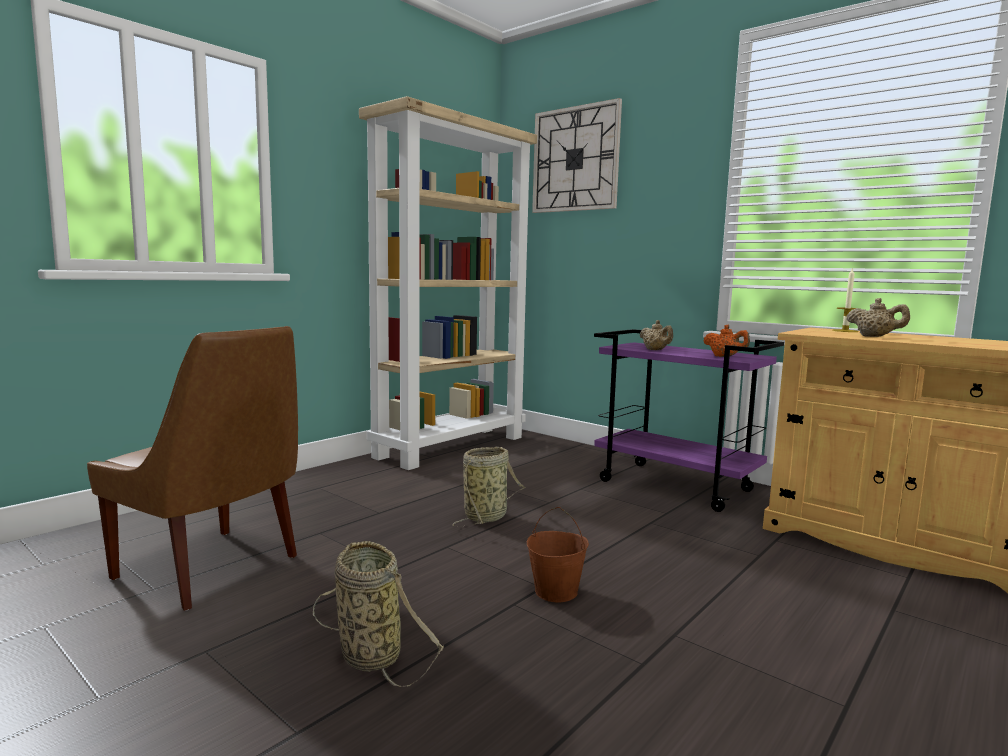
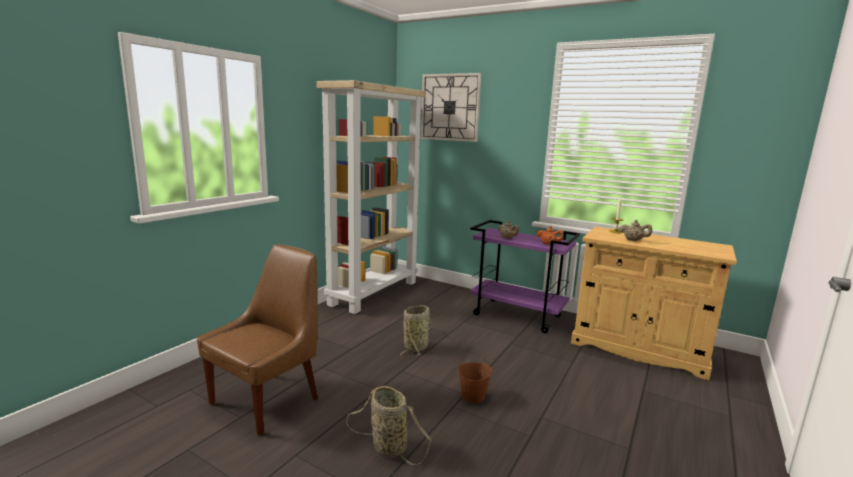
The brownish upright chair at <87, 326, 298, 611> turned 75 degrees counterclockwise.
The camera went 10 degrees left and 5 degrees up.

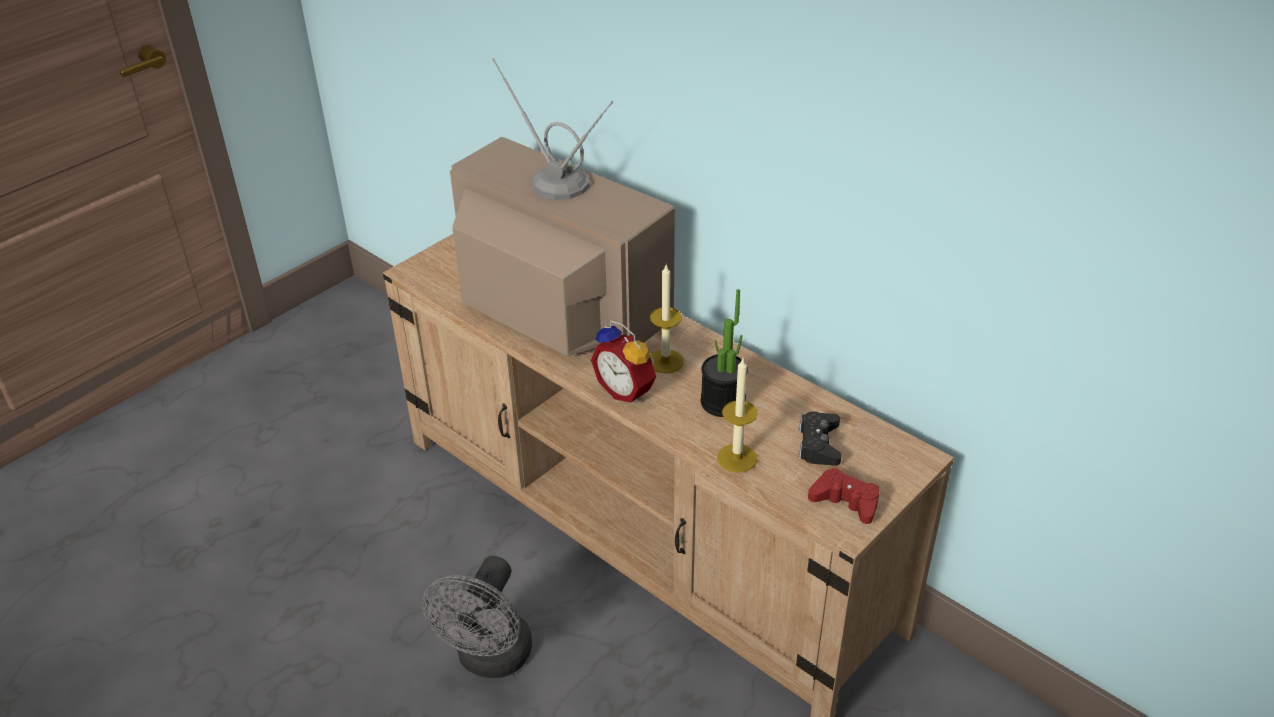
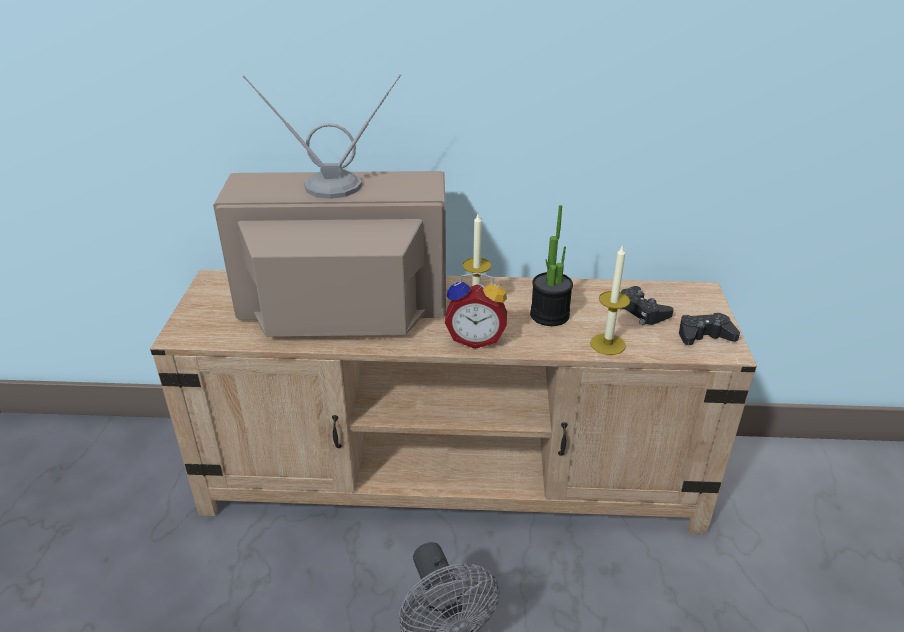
The red joypad at <808, 468, 879, 524> became the black joypad at <679, 313, 740, 345>.
The camera went 40 degrees left and 5 degrees down.

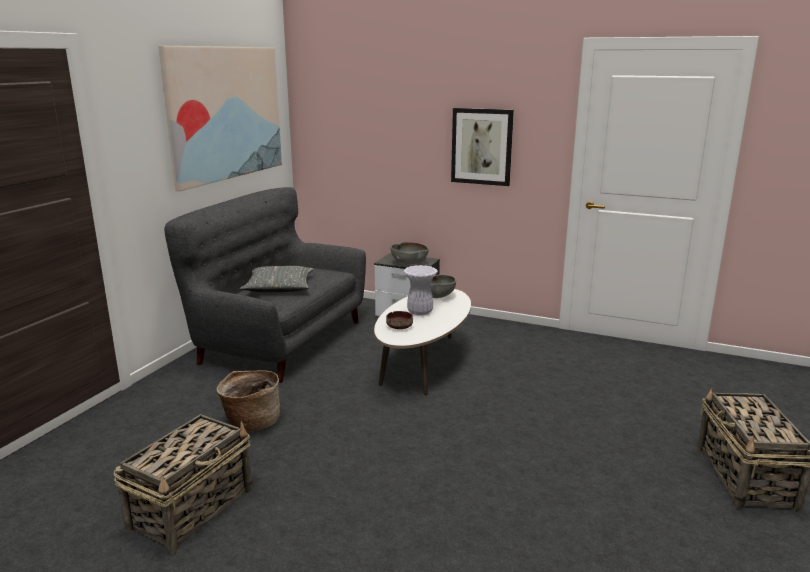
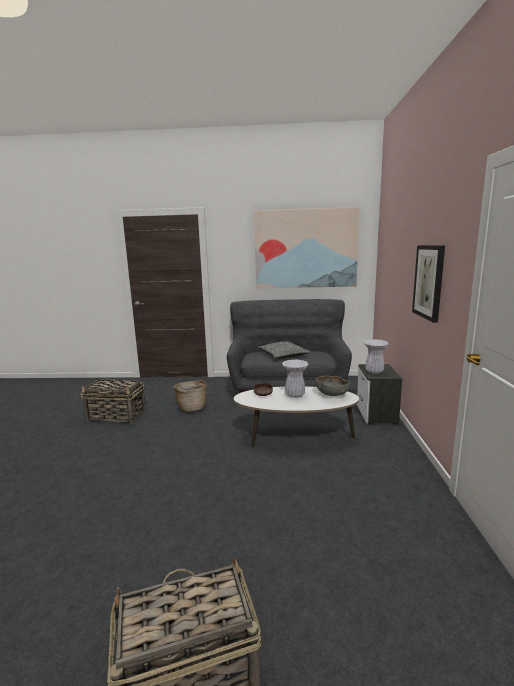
The greyish bowl at <390, 242, 429, 264> was replaced by the whitish decorative vase at <364, 339, 389, 374>.
The camera went 70 degrees right and 5 degrees down.

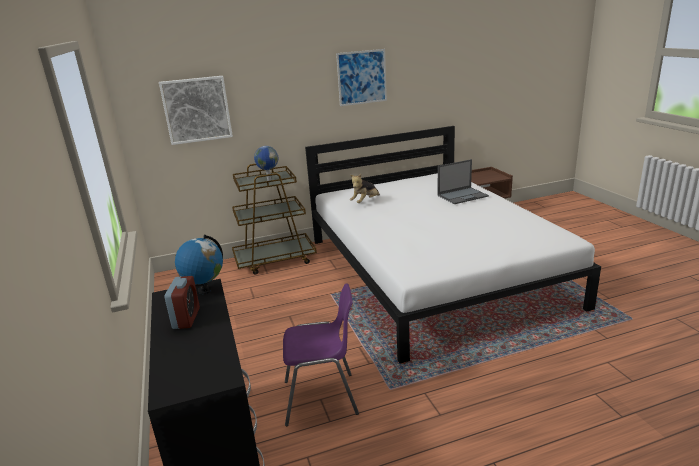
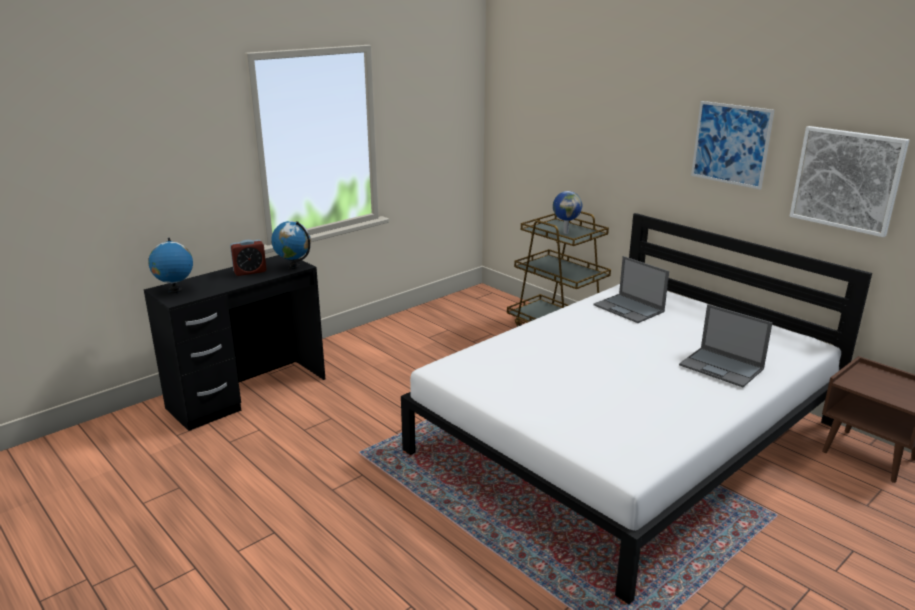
The desk globe at <148, 238, 193, 293> appeared.
The soft toy at <350, 174, 380, 203> was replaced by the notebook computer at <593, 256, 669, 323>.
The wall picture moved from <159, 76, 233, 145> to <790, 126, 909, 237>.
The purple-coloured upright chair at <283, 283, 359, 426> disappeared.
The camera went 65 degrees right and 0 degrees up.

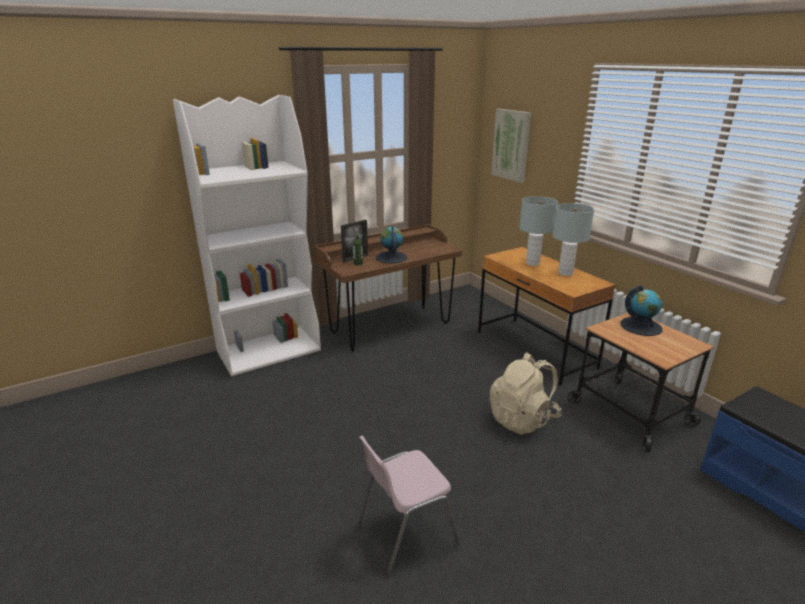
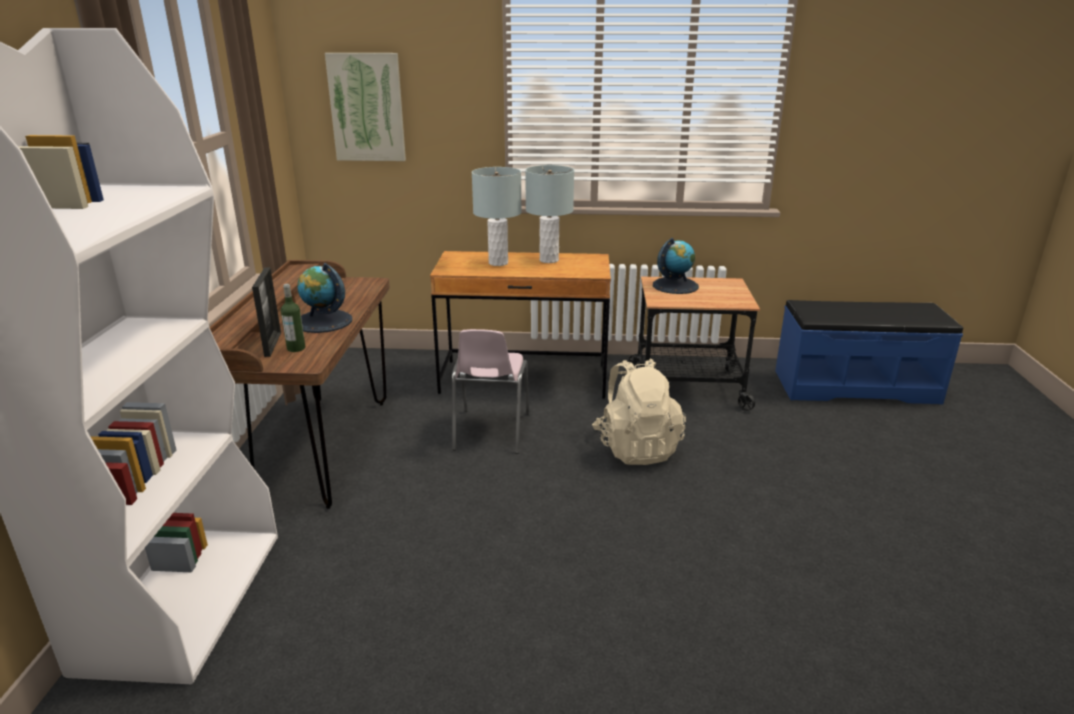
The pinkish upright chair moved from <357, 436, 460, 578> to <452, 329, 529, 454>.
The camera went 55 degrees left and 0 degrees up.

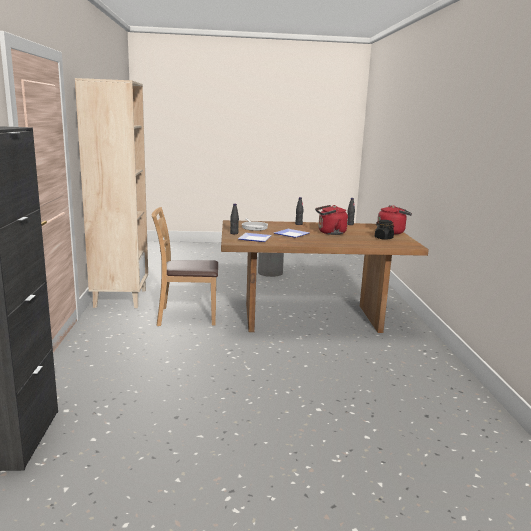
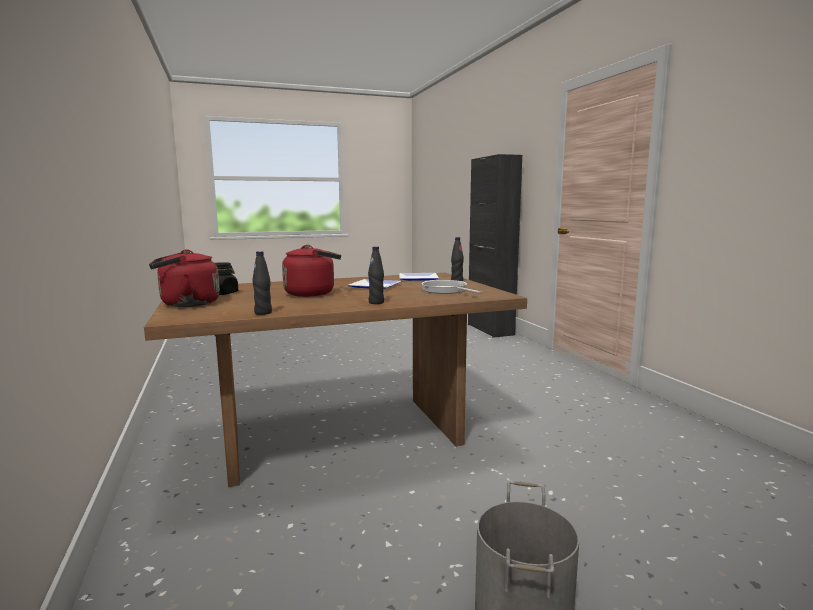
The beige bookcase at <75, 78, 148, 308> disappeared.
The brownish upright chair at <152, 207, 218, 326> disappeared.
The camera went 165 degrees right and 5 degrees down.

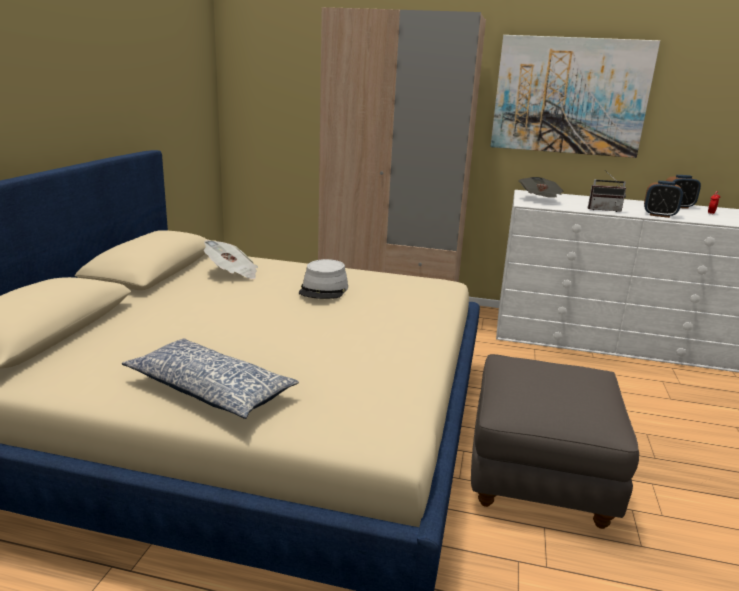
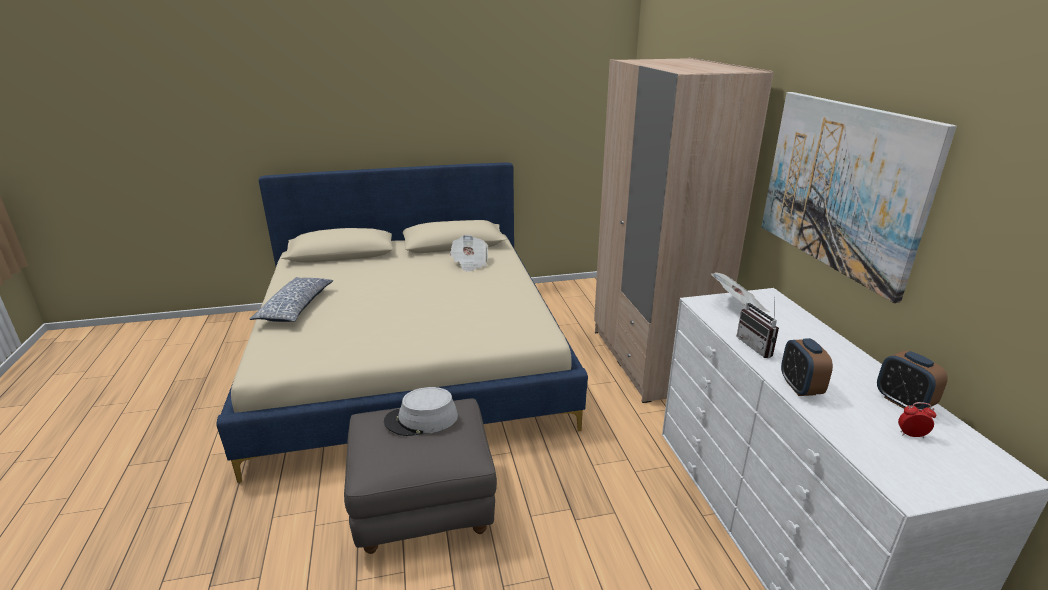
The greyish clothing hat moved from <299, 259, 348, 299> to <384, 387, 458, 436>.
The camera went 65 degrees right and 5 degrees up.

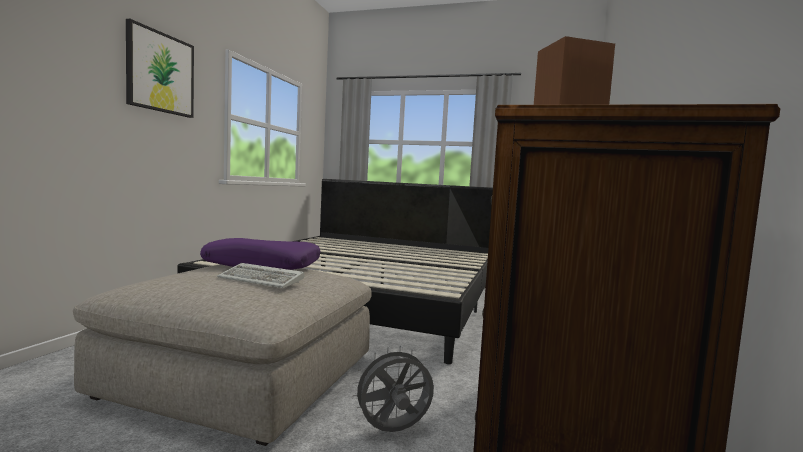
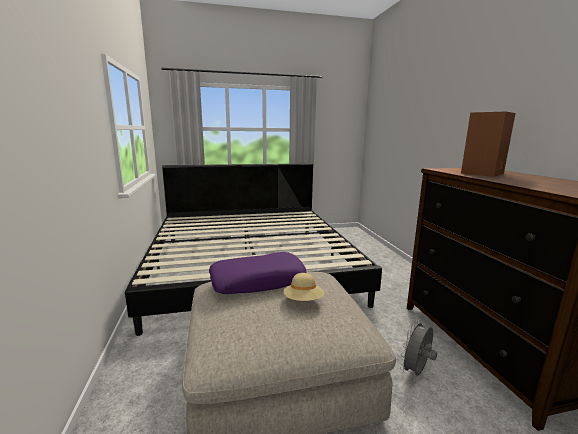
The PC keyboard at <217, 263, 305, 288> was replaced by the beige clothing hat at <283, 273, 324, 301>.
The wall picture at <126, 19, 194, 118> disappeared.
The camera went 30 degrees left and 10 degrees up.

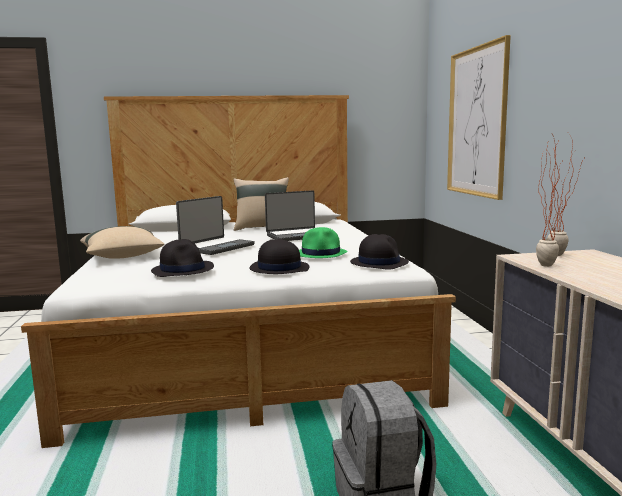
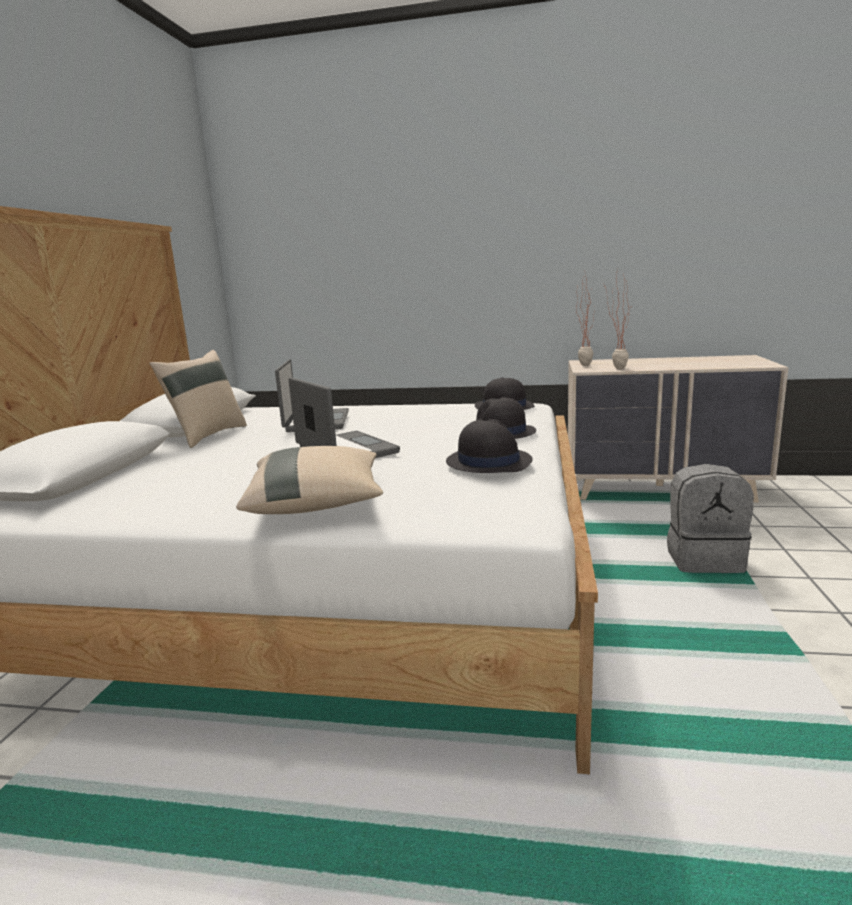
The greenish clothing hat at <299, 227, 348, 258> disappeared.
The wall picture at <447, 35, 511, 200> disappeared.
The camera went 70 degrees left and 5 degrees up.

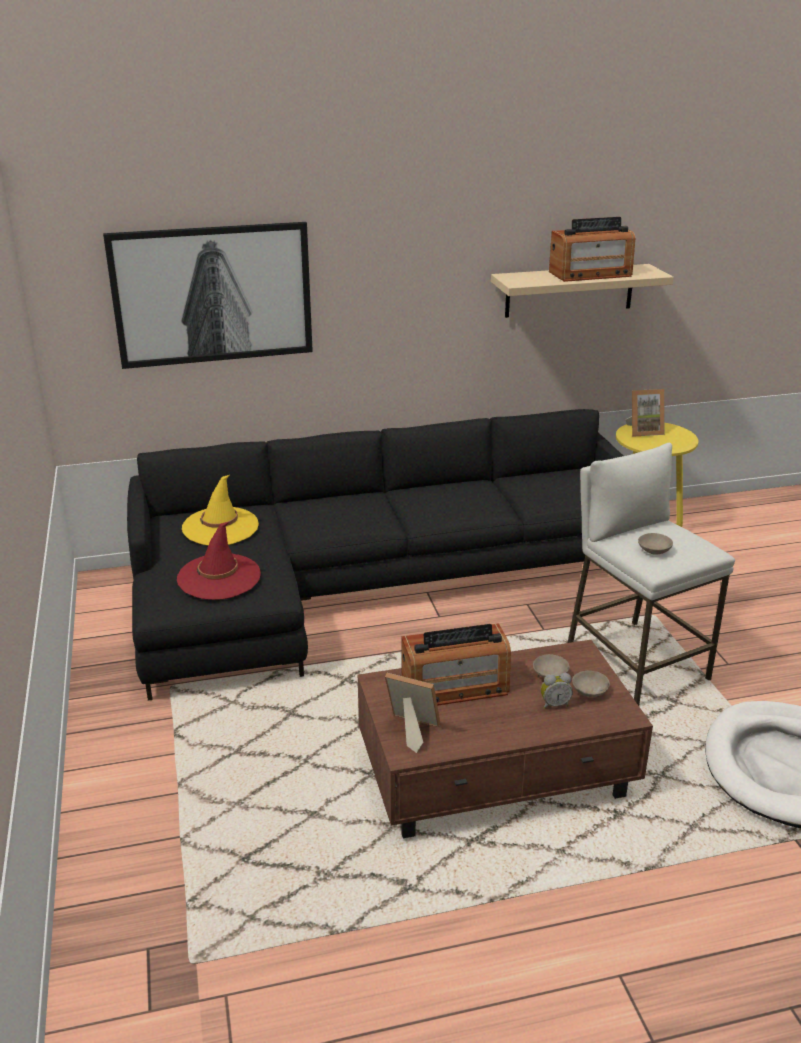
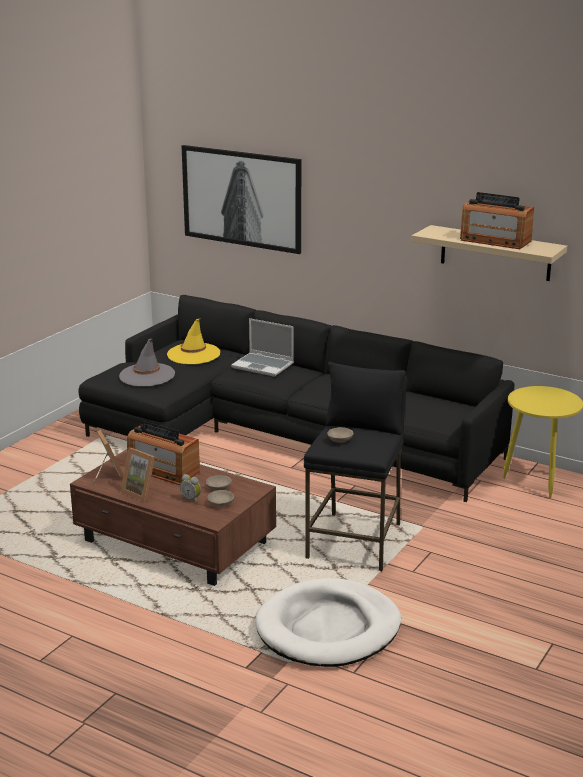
The red clothing hat at <177, 521, 261, 600> became the greyish clothing hat at <119, 339, 175, 386>.
The standing frame moved from <625, 389, 664, 437> to <120, 448, 155, 502>.
The notebook computer at <231, 318, 294, 377> appeared.
The whitish stool at <568, 443, 735, 706> became the black stool at <304, 362, 407, 571>.
The camera went 45 degrees right and 5 degrees down.

